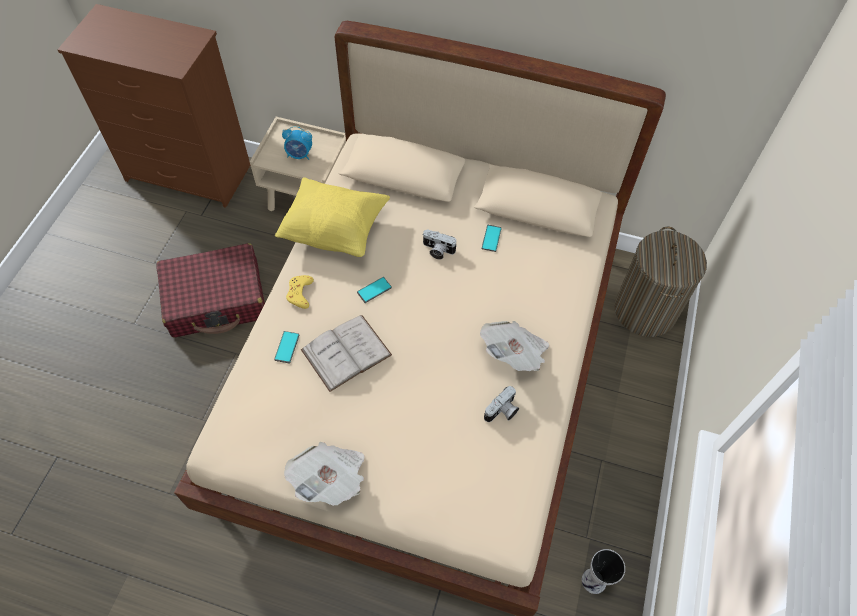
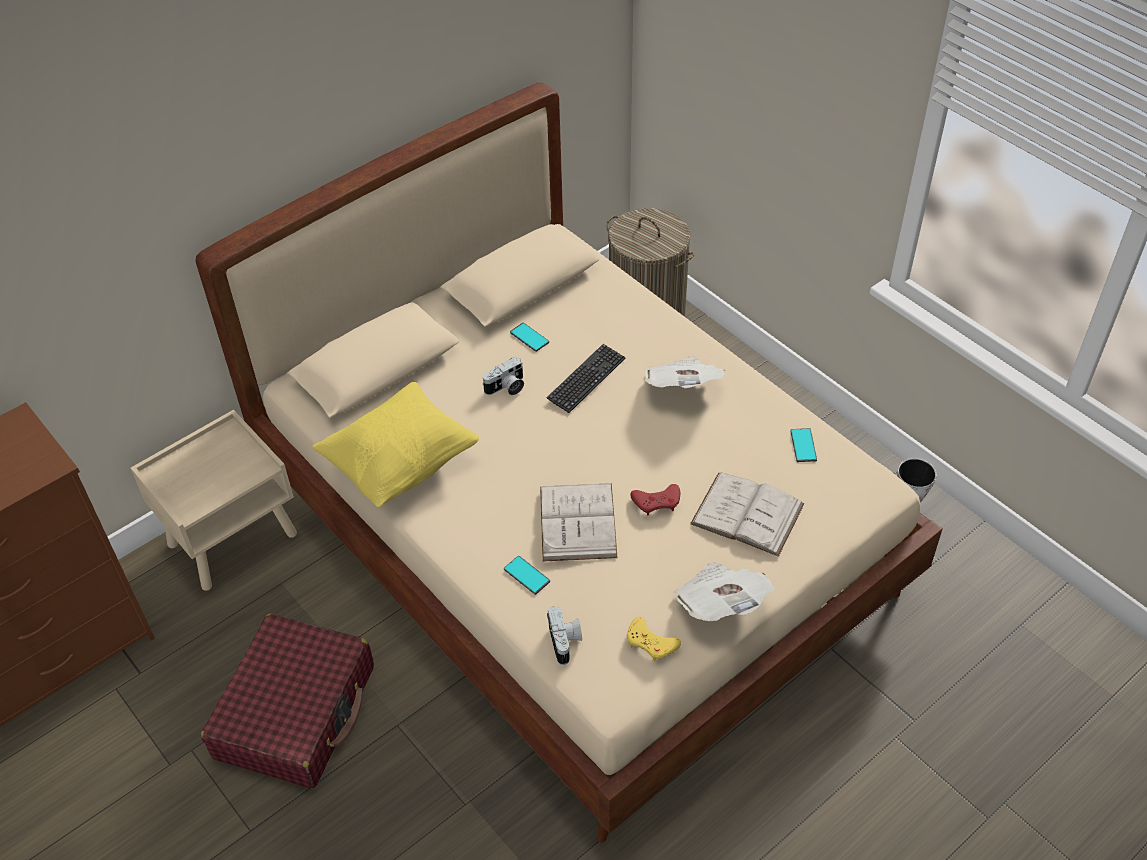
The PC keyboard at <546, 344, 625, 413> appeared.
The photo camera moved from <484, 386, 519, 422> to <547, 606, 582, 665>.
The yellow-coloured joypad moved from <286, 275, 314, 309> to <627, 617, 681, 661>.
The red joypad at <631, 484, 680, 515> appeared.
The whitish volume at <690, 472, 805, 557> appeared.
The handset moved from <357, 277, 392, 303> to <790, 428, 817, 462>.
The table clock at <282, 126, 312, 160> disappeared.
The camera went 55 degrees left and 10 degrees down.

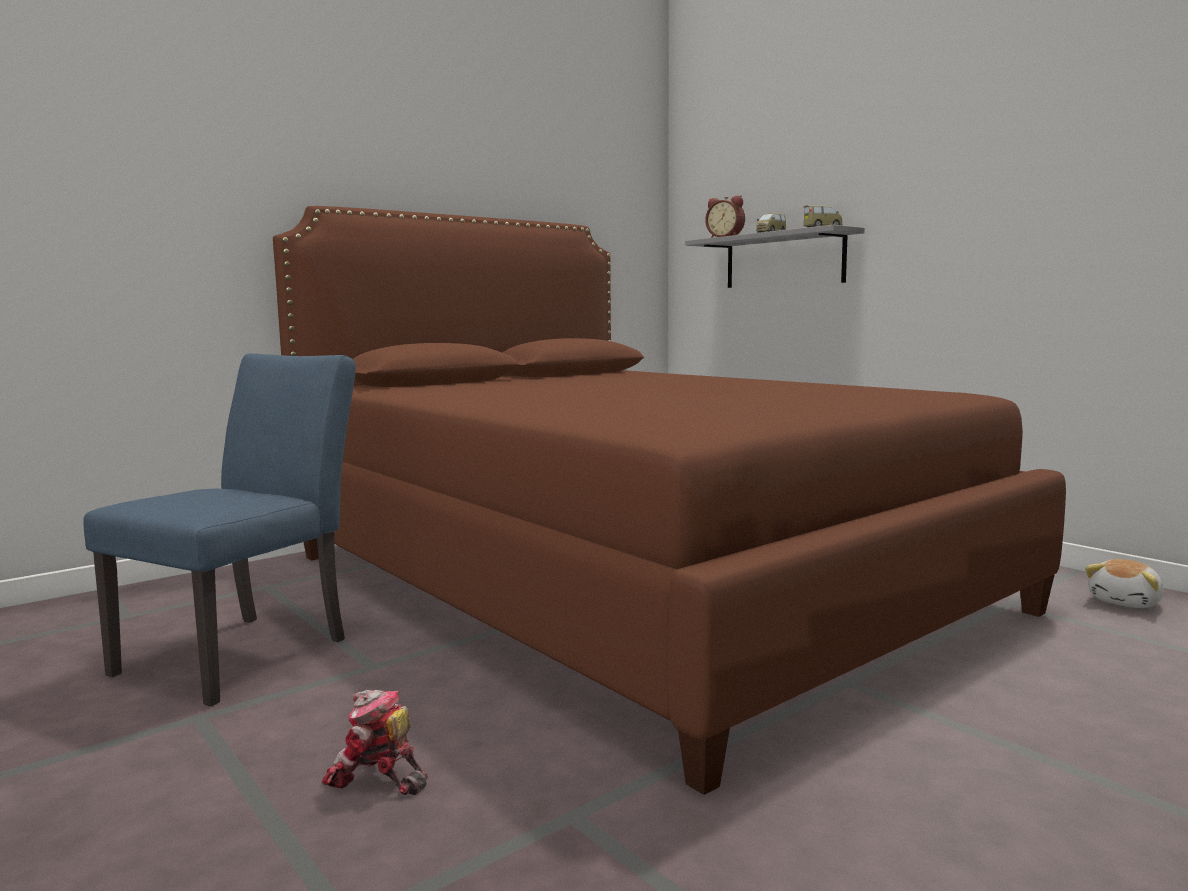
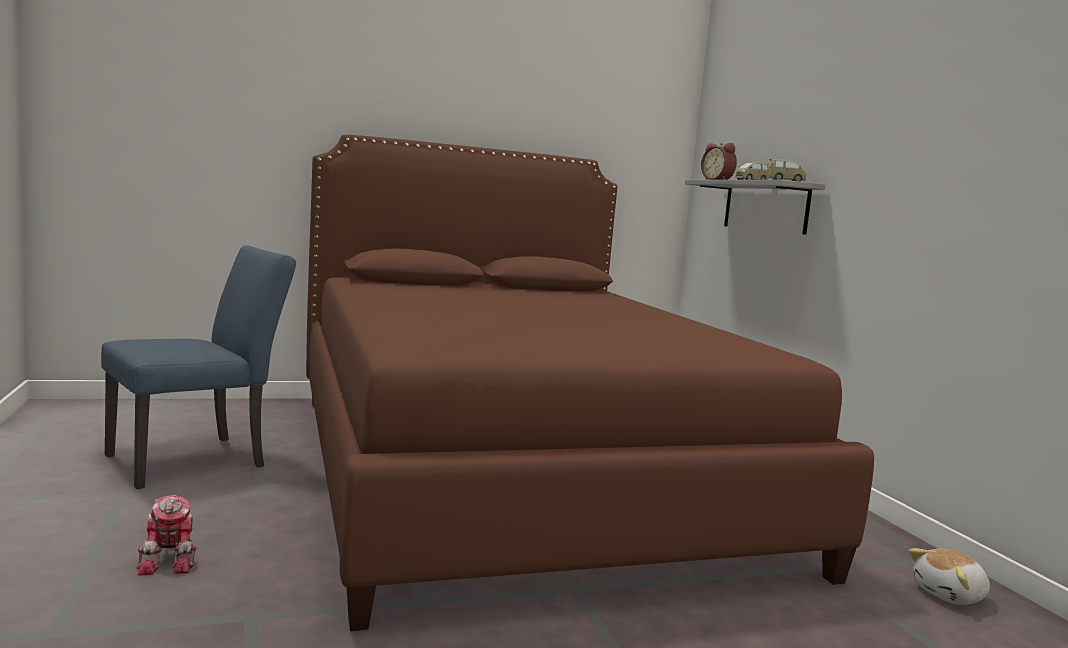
The toy robot at <322, 690, 428, 795> turned 150 degrees counterclockwise.
The camera went 20 degrees right and 0 degrees up.

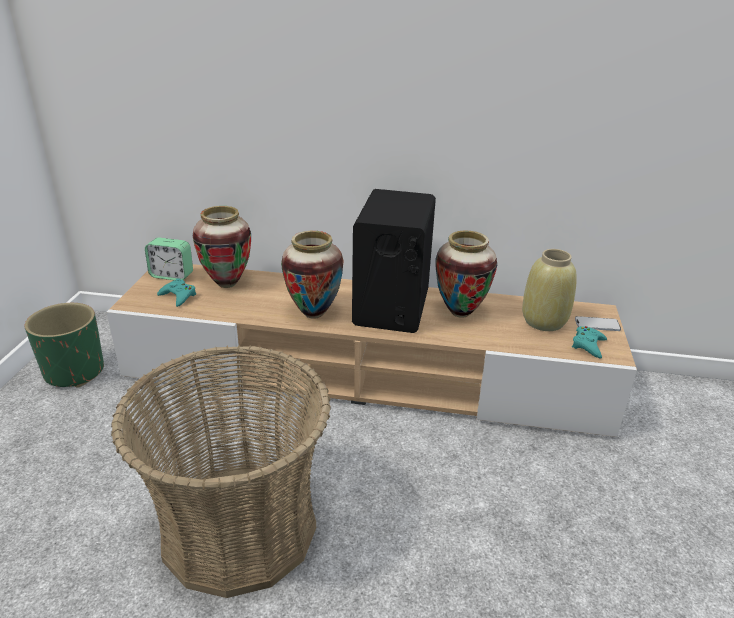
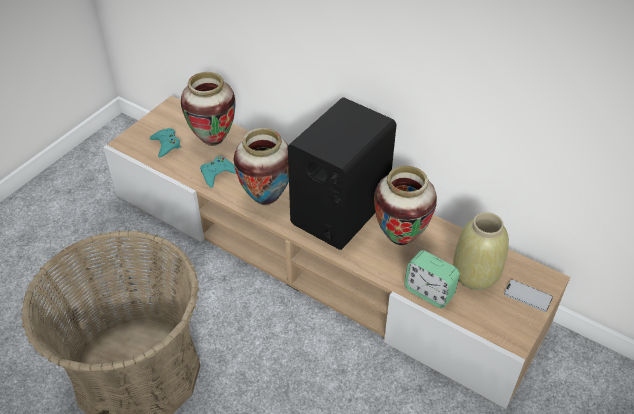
The blue-green joypad moved from <572, 326, 607, 359> to <200, 157, 236, 188>.
The table clock moved from <145, 237, 193, 280> to <404, 250, 460, 308>.
The greenish flower pot at <25, 303, 104, 387> disappeared.
The camera went 25 degrees right and 15 degrees up.

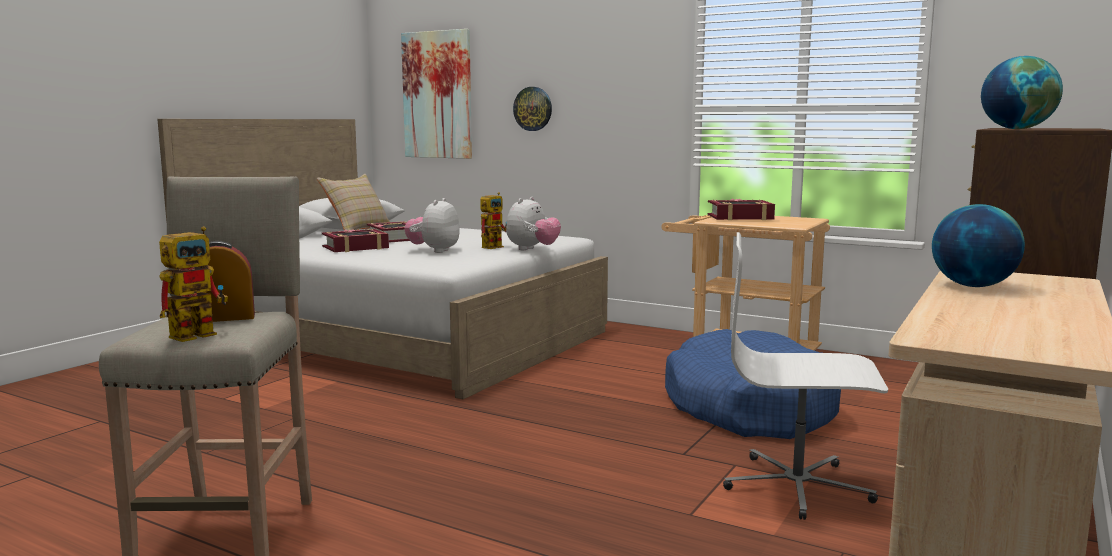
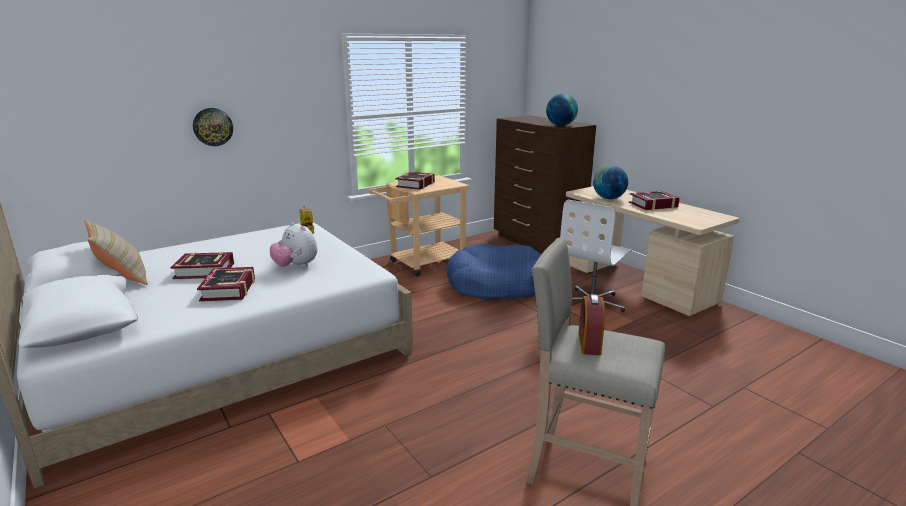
The volume at <629, 191, 680, 210> appeared.
The toy robot at <159, 227, 228, 342> disappeared.
The wall picture at <401, 29, 472, 159> disappeared.
The soft toy at <506, 197, 561, 250> disappeared.
The camera went 65 degrees left and 10 degrees up.

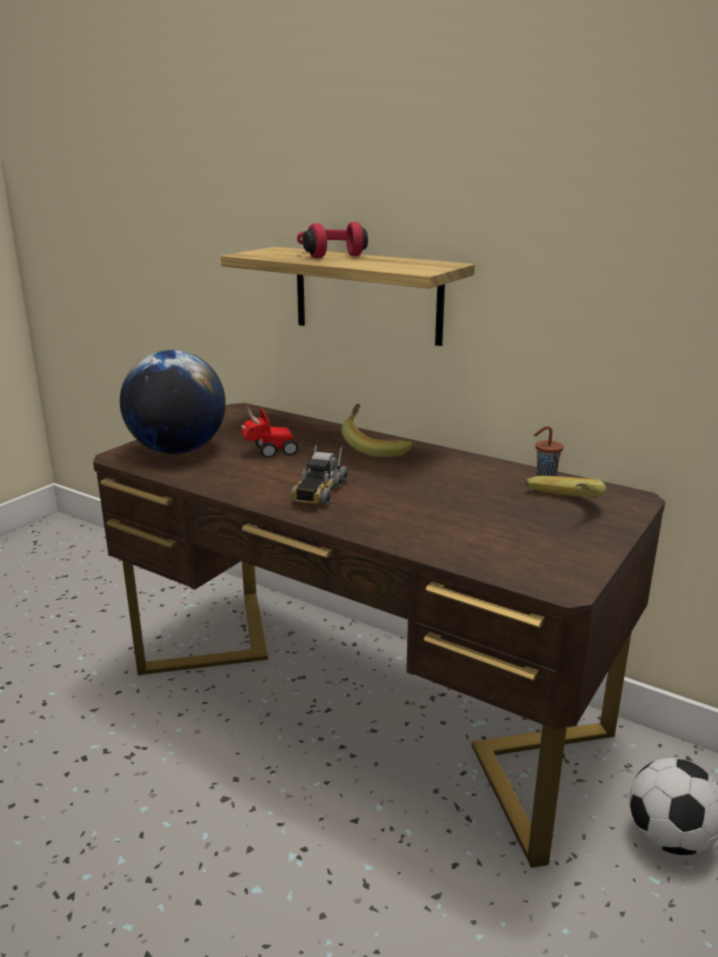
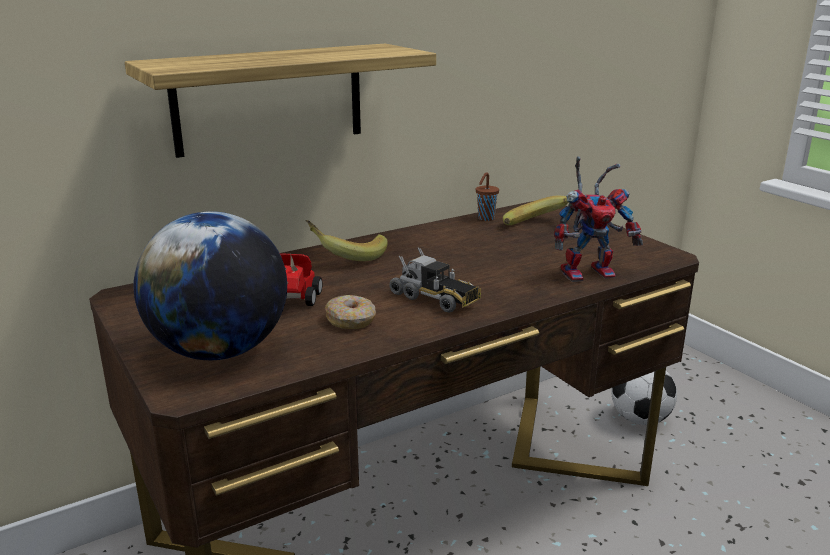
The donut at <325, 295, 376, 329> appeared.
The toy robot at <554, 157, 643, 282> appeared.
The red headphones at <297, 222, 368, 258> disappeared.
The camera went 65 degrees left and 0 degrees up.

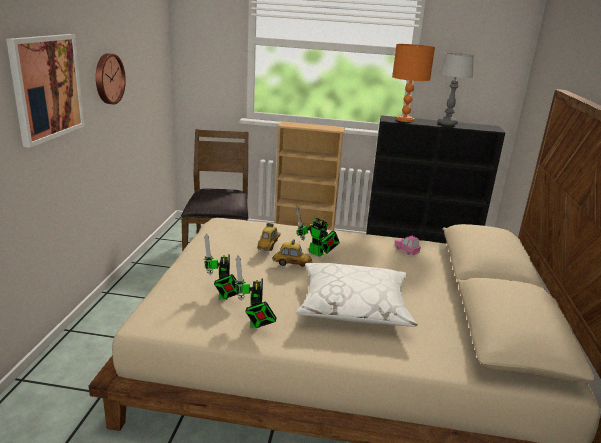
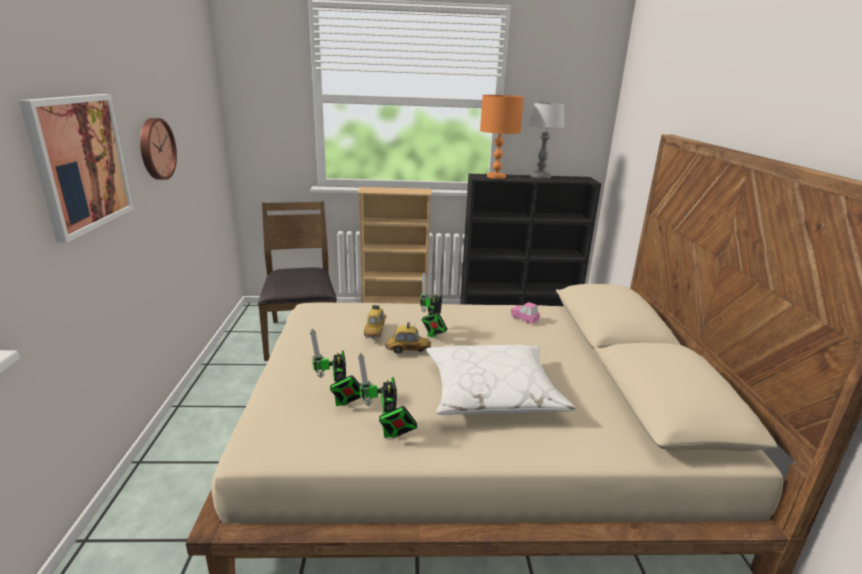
The toy robot at <296, 206, 340, 257> turned 75 degrees clockwise.
The camera went 10 degrees left and 0 degrees up.

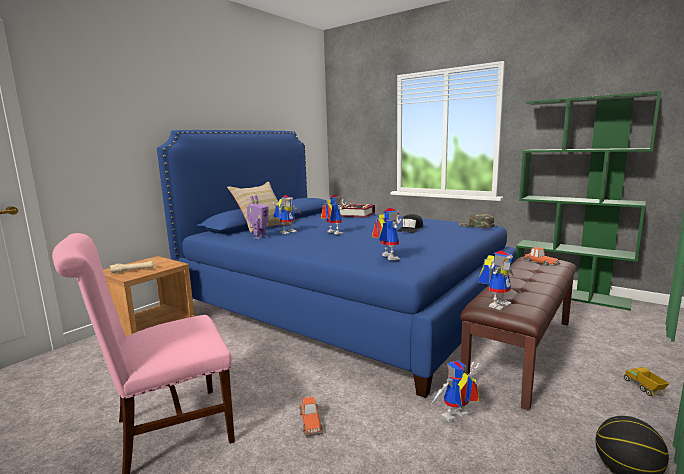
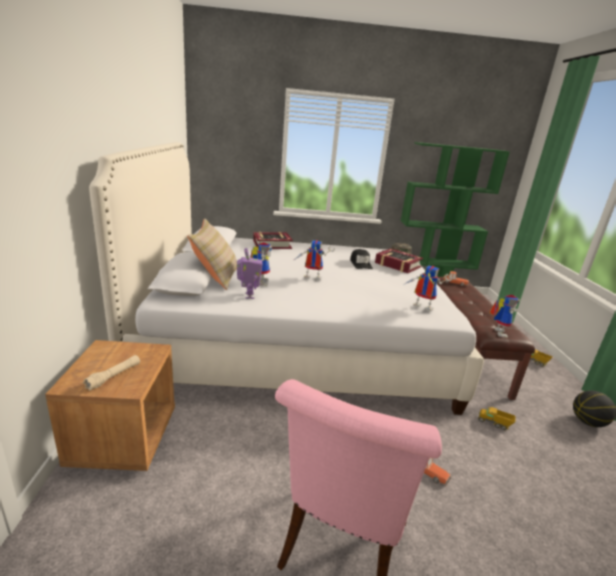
The bluish bed at <157, 130, 517, 398> became the whitish bed at <89, 142, 484, 415>.
The volume at <375, 248, 423, 273> appeared.
The toy robot at <430, 361, 480, 422> was replaced by the model truck at <478, 407, 516, 430>.
The camera went 40 degrees left and 10 degrees up.

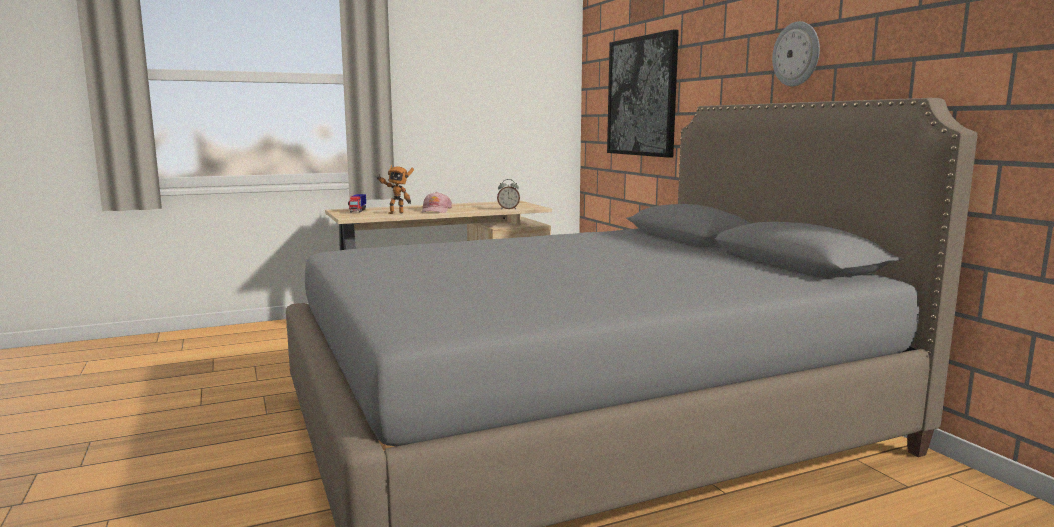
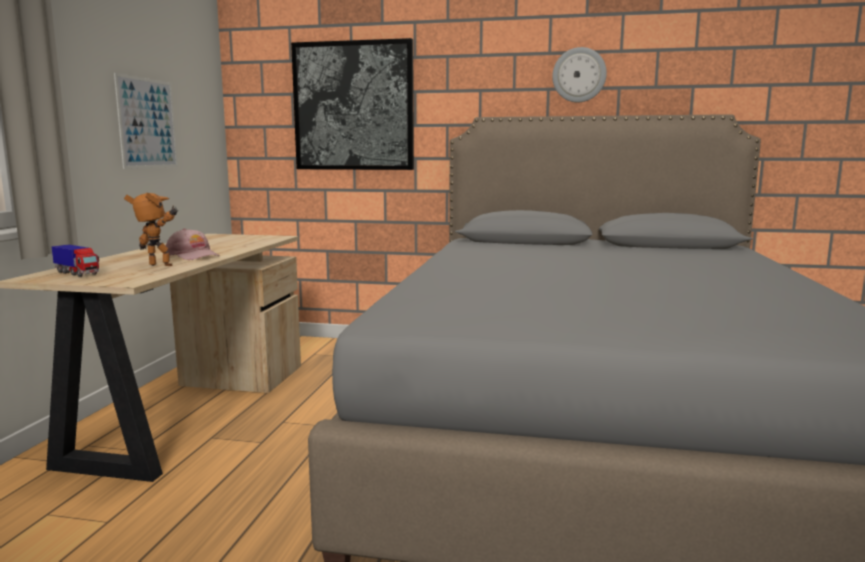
The wall picture at <114, 73, 178, 169> appeared.
The toy robot at <377, 165, 414, 214> turned 105 degrees counterclockwise.
The table clock at <497, 179, 520, 210> disappeared.
The camera went 55 degrees left and 0 degrees up.

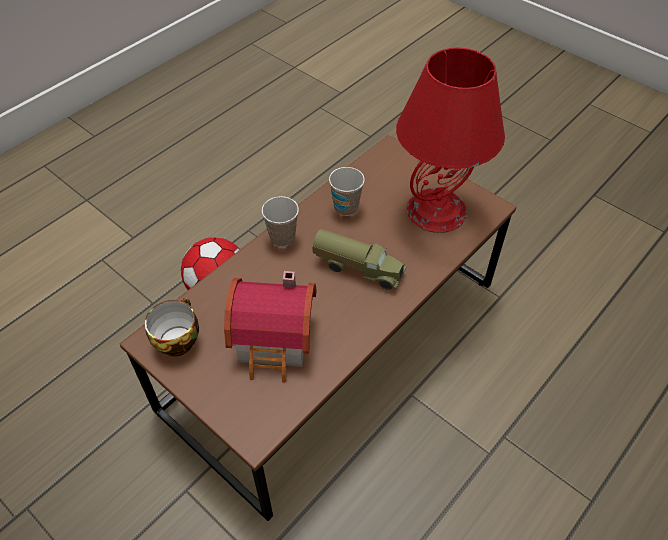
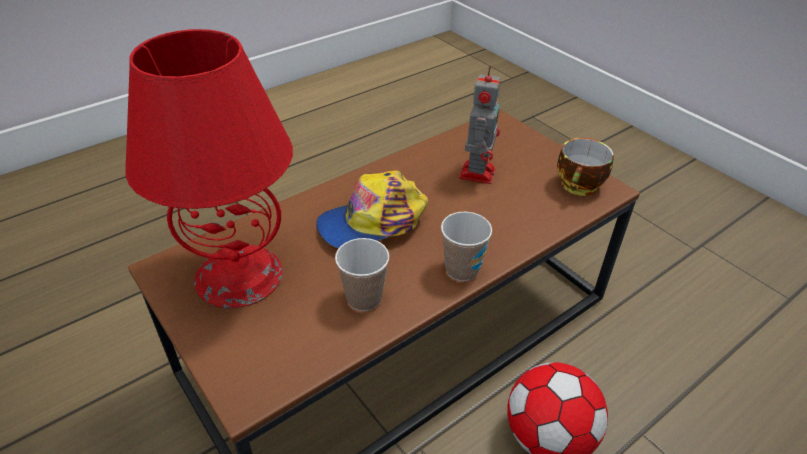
The model truck at <312, 229, 406, 290> was replaced by the baseball cap at <316, 170, 428, 248>.
The model house at <224, 271, 317, 383> was replaced by the toy robot at <459, 65, 501, 184>.
The camera went 170 degrees left and 10 degrees down.

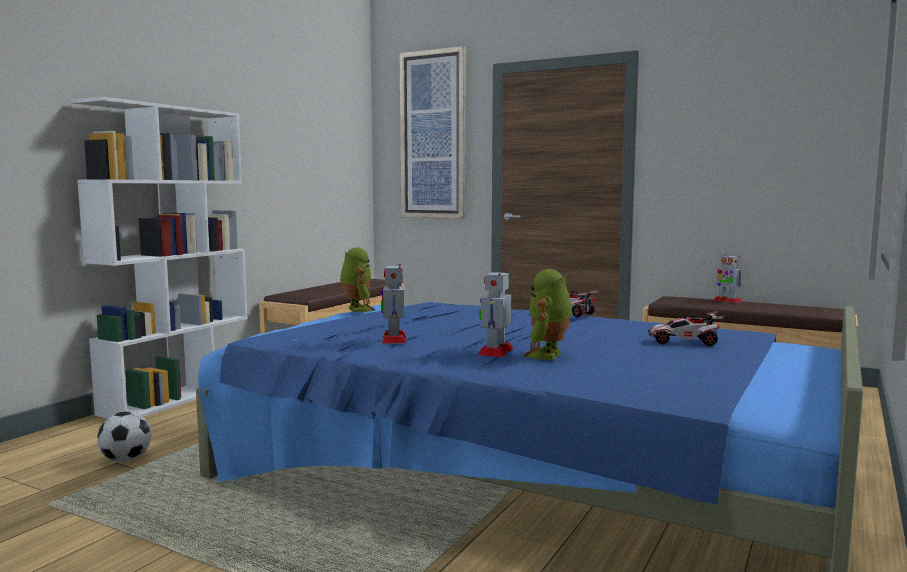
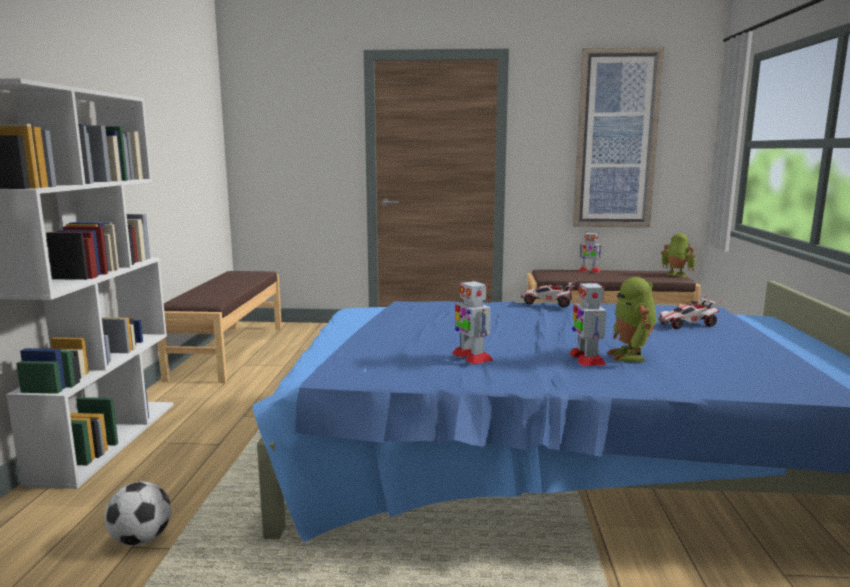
The wall picture moved from <399, 46, 466, 219> to <573, 47, 664, 227>.
The toy robot moved from <340, 247, 375, 312> to <661, 233, 696, 277>.
The camera went 25 degrees left and 5 degrees up.

